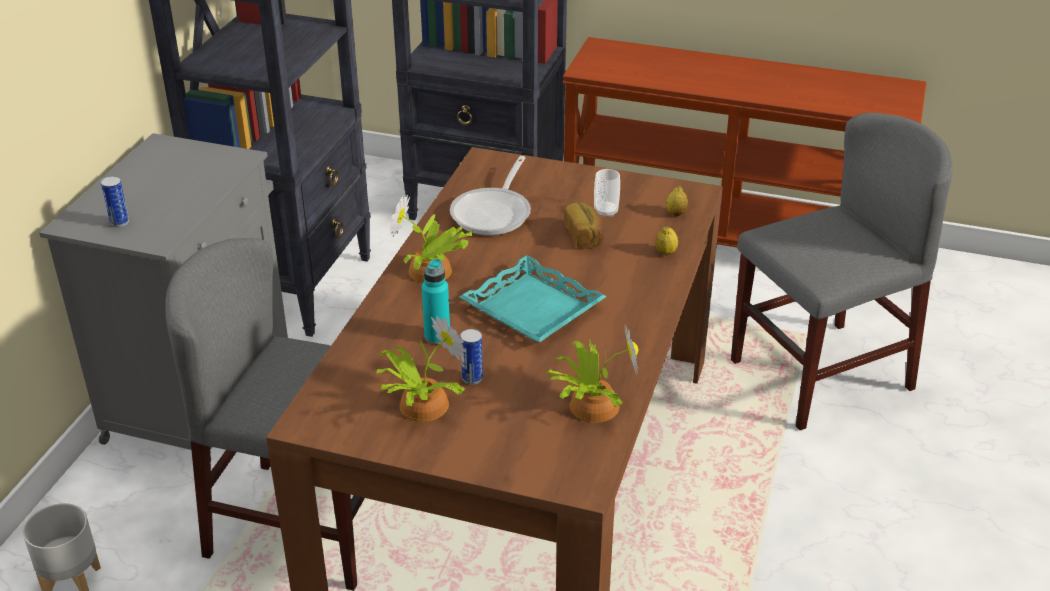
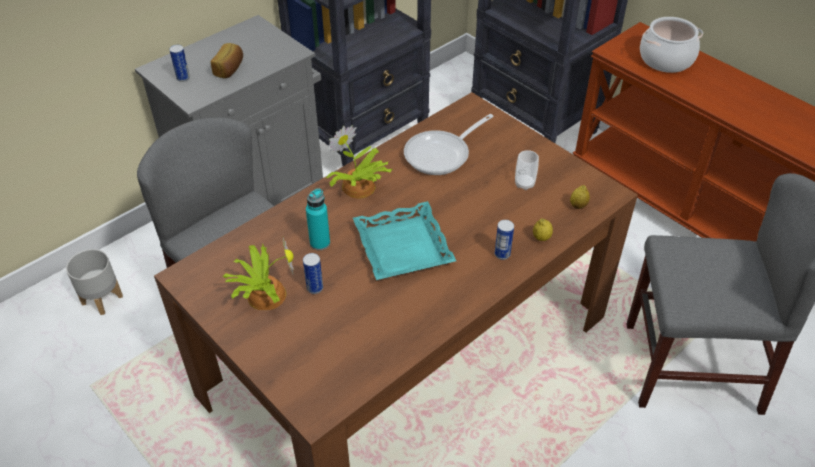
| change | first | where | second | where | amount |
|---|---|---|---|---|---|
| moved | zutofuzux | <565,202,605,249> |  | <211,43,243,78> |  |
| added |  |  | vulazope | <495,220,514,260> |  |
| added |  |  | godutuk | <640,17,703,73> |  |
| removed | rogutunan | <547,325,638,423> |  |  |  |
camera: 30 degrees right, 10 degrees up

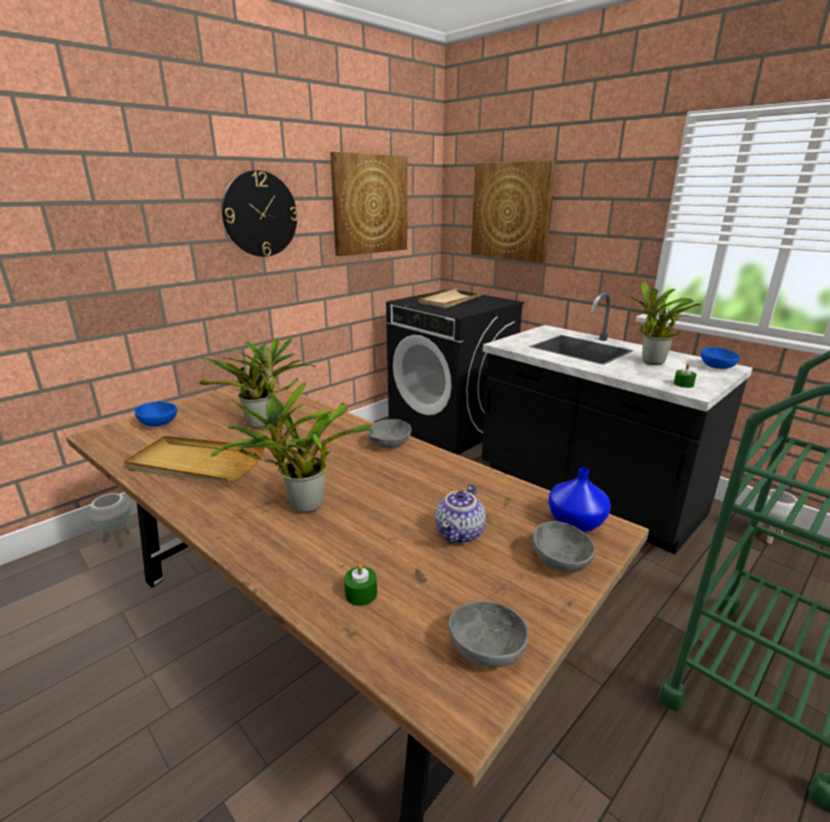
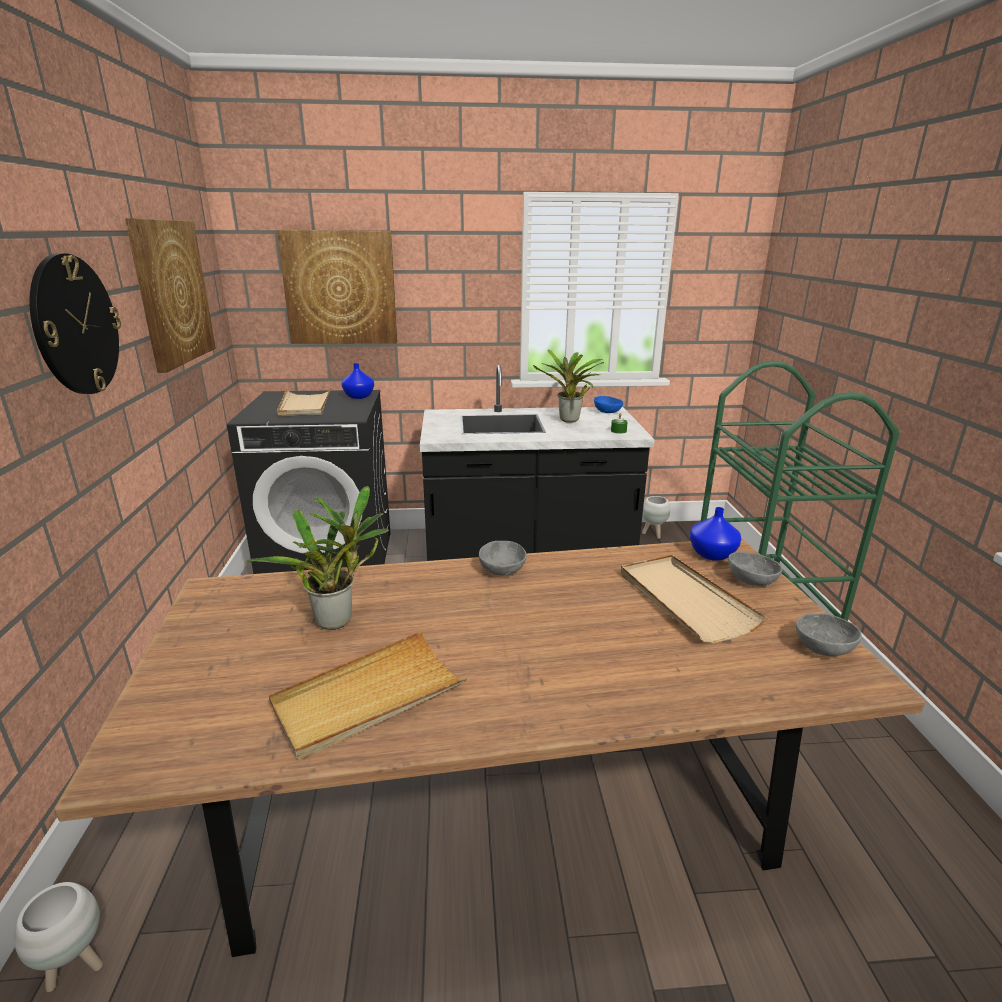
| change | first | where | second | where | amount |
|---|---|---|---|---|---|
| added |  |  | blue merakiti | <341,363,374,399> |  |
| replaced | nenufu | <435,484,486,544> | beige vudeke | <621,555,767,643> |  |
| removed | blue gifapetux | <134,402,177,427> |  |  |  |
| removed | rogutunan | <211,382,373,513> |  |  |  |
| removed | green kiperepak | <344,563,377,606> |  |  |  |
camera: 50 degrees left, 0 degrees up

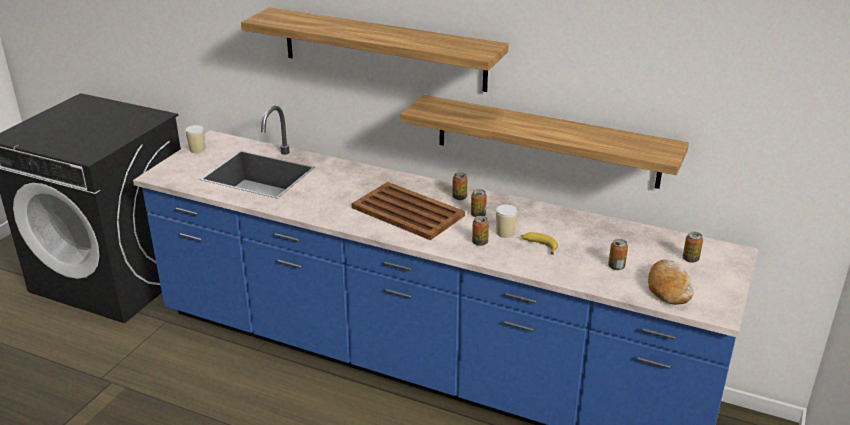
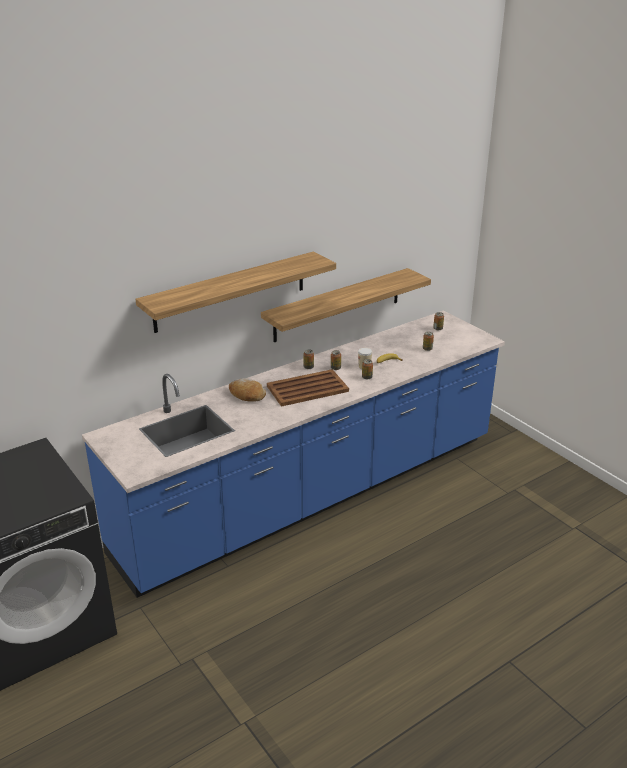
| change | first | where | second | where | amount |
|---|---|---|---|---|---|
| moved | zutofuzux | <648,260,694,305> |  | <229,378,266,402> |  |
| removed | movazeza | <185,125,205,153> |  |  |  |
camera: 60 degrees left, 0 degrees up

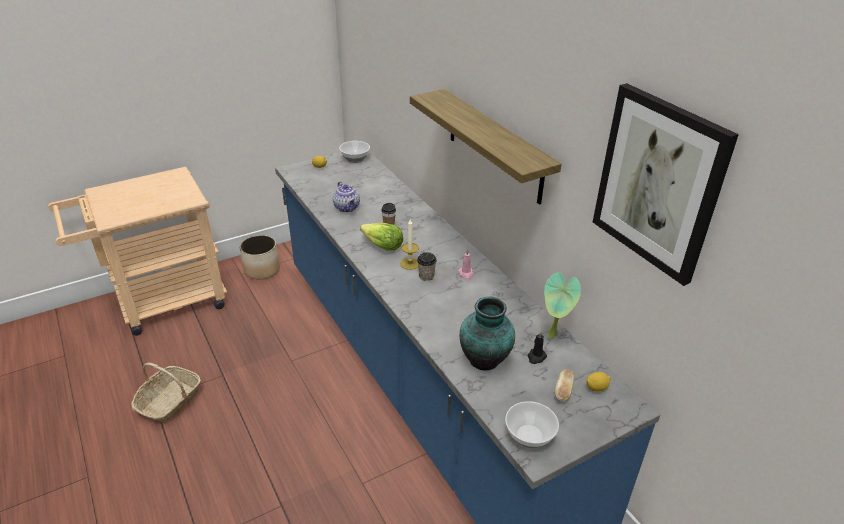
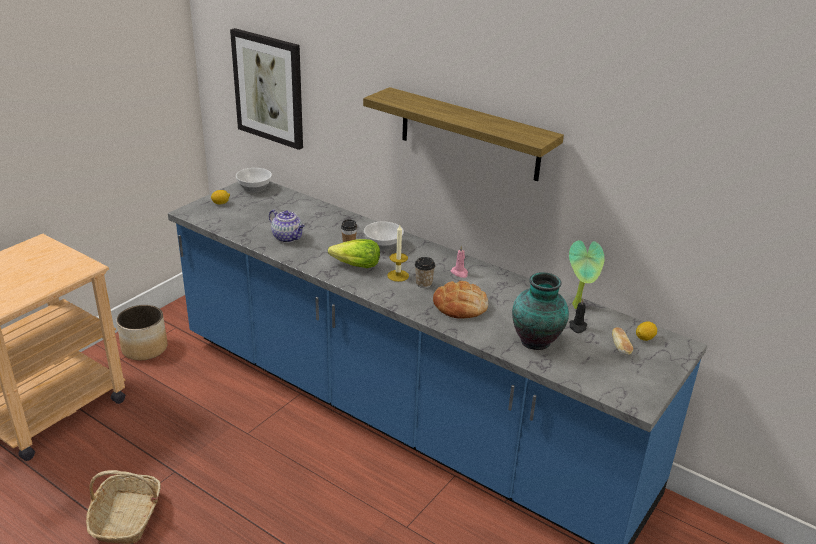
| change | first | where | second | where | amount |
|---|---|---|---|---|---|
| moved | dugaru | <593,83,739,286> |  | <230,28,303,150> |  |
| moved | gifapetux | <505,401,559,448> |  | <364,222,404,251> |  |
| added |  |  | zutofuzux | <433,281,488,319> |  |
camera: 25 degrees left, 5 degrees down

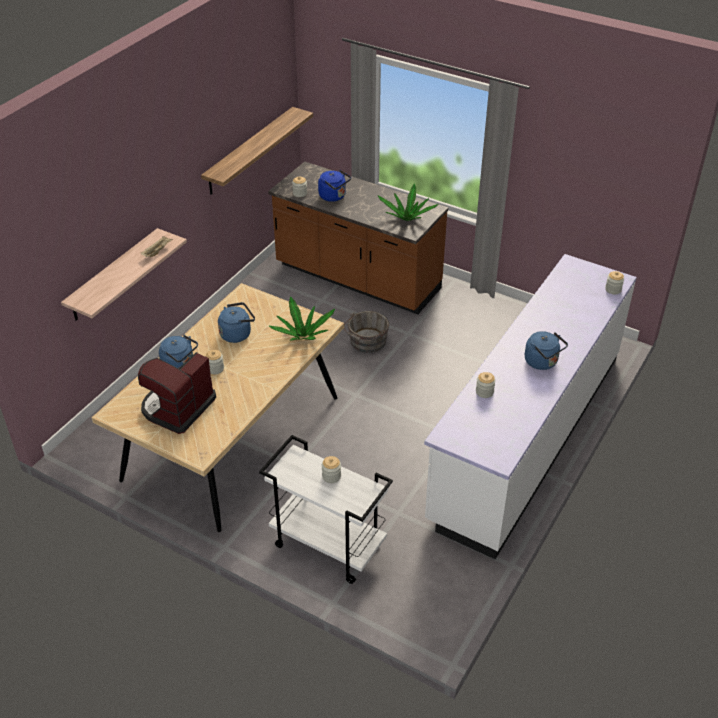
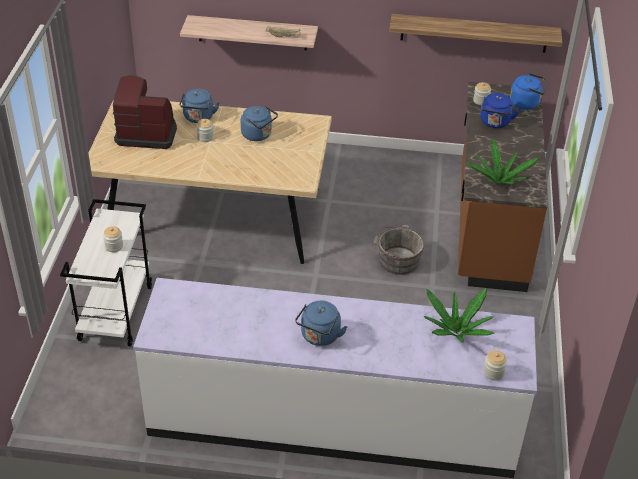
| change | first | where | second | where | amount |
|---|---|---|---|---|---|
| moved | rogutunan | <269,296,335,340> |  | <423,288,494,343> |  |
| added |  |  | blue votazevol | <510,73,546,110> |  |
| removed | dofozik | <476,372,495,398> |  |  |  |
camera: 65 degrees right, 0 degrees up

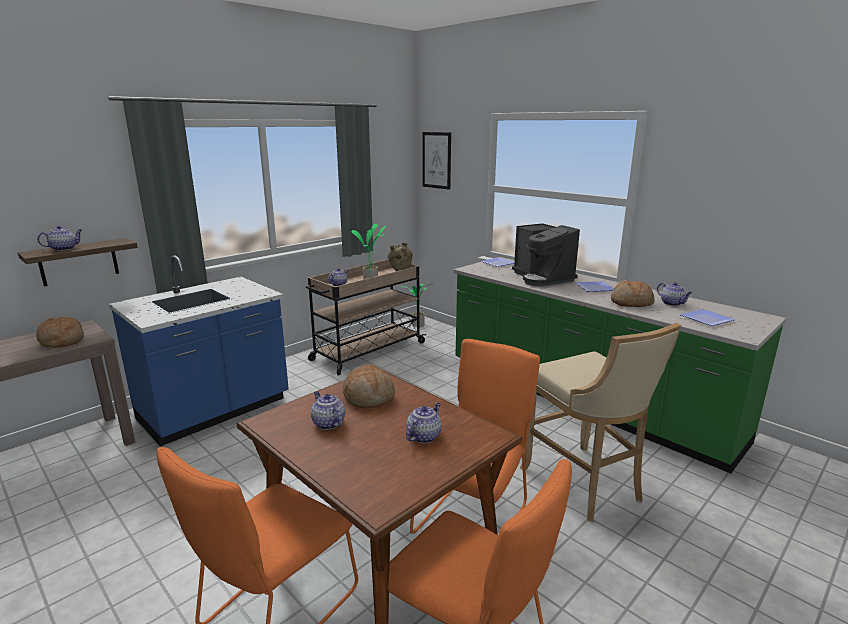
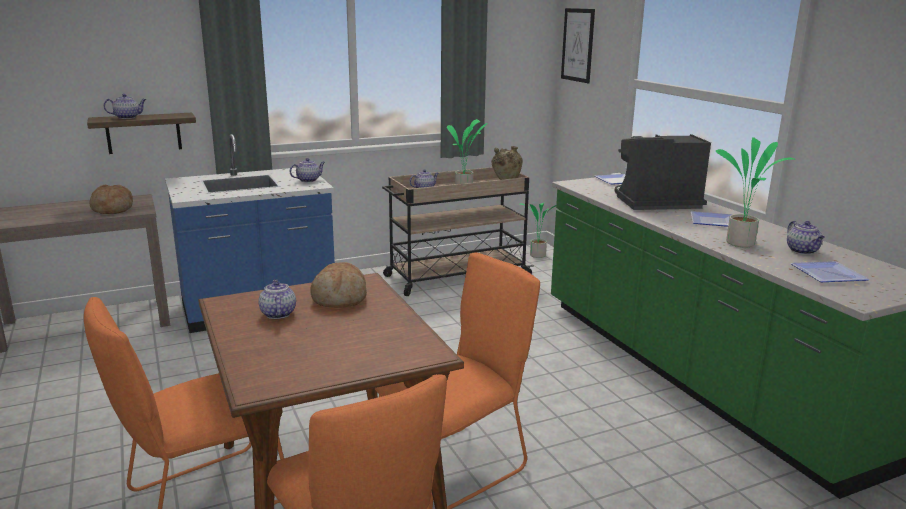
| change | first | where | second | where | amount |
|---|---|---|---|---|---|
| moved | nenufu | <406,403,442,443> |  | <290,158,325,182> |  |
| turned | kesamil | <512,223,580,286> |  | <615,134,711,210> | 90 degrees clockwise |
| replaced | zutofuzux | <611,280,655,307> | rogutunan | <716,137,796,248> |  |
| removed | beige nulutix | <520,323,682,522> |  |  |  |
camera: 20 degrees right, 0 degrees up

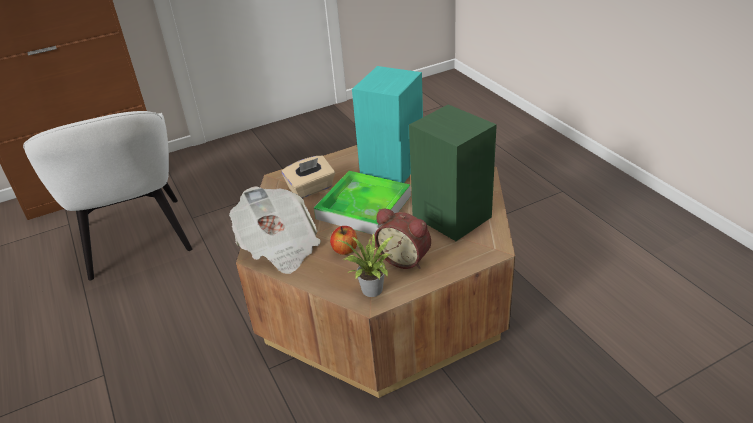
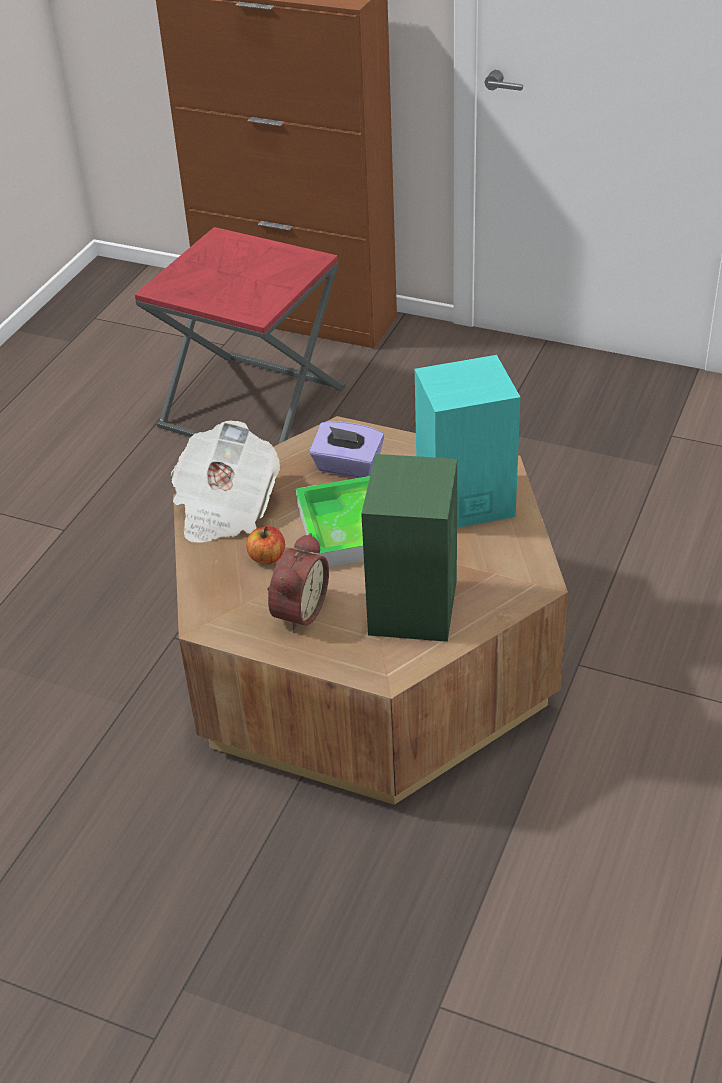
| change | first | where | second | where | amount |
|---|---|---|---|---|---|
| replaced | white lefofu | <23,111,192,281> | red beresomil | <135,227,345,444> |  |
| turned | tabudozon | <375,209,431,269> |  | <267,533,329,633> | 150 degrees counterclockwise |
| recoloured | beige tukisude | <282,156,335,198> | purple tukisude | <309,421,384,478> |  |
| removed | rogutunan | <337,233,393,297> |  |  |  |
camera: 50 degrees right, 5 degrees up

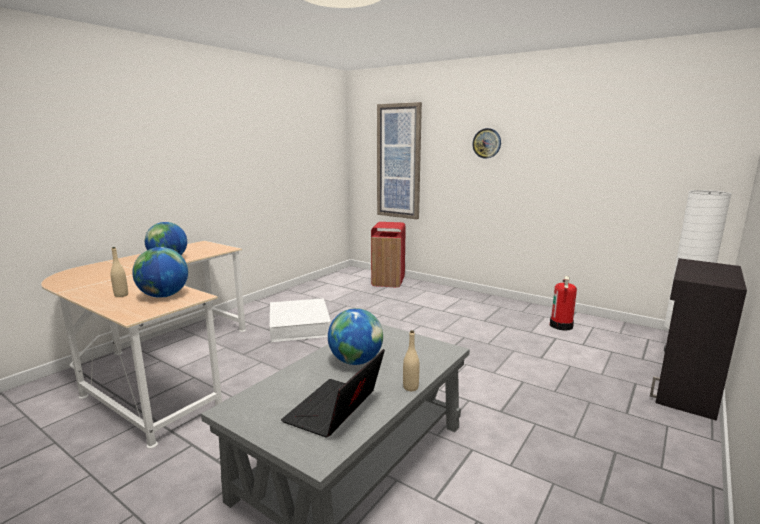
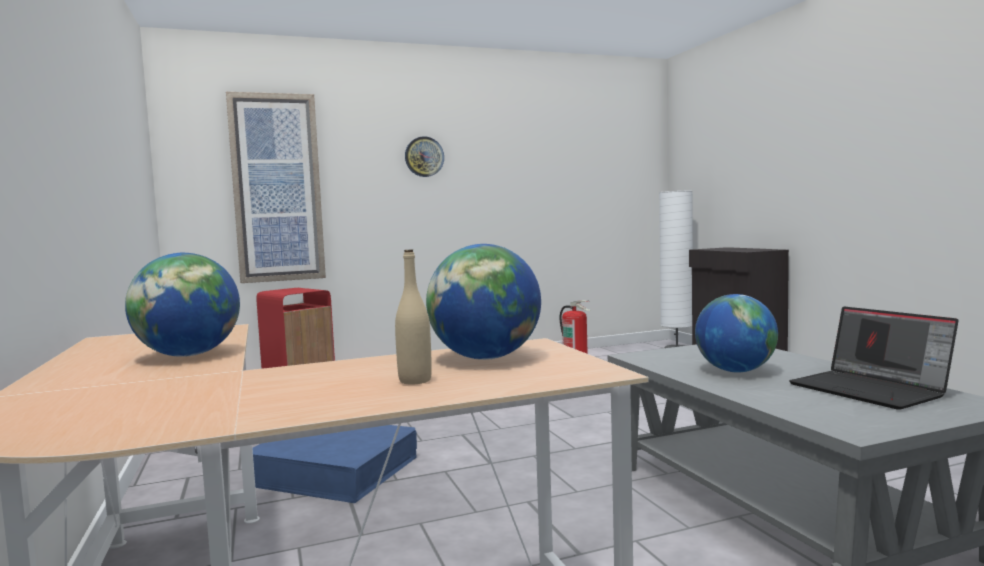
| change | first | where | second | where | amount |
|---|---|---|---|---|---|
| recoloured | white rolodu | <270,298,331,342> | blue rolodu | <252,425,417,503> |  |
| removed | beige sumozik | <403,330,420,391> |  |  |  |
camera: 55 degrees left, 10 degrees down

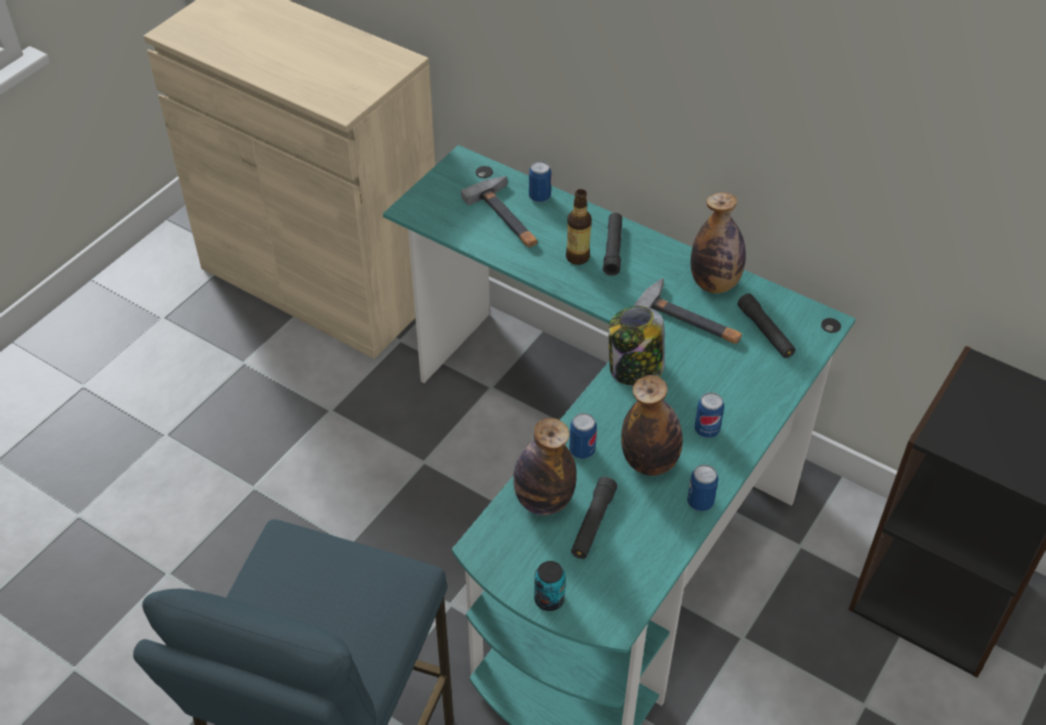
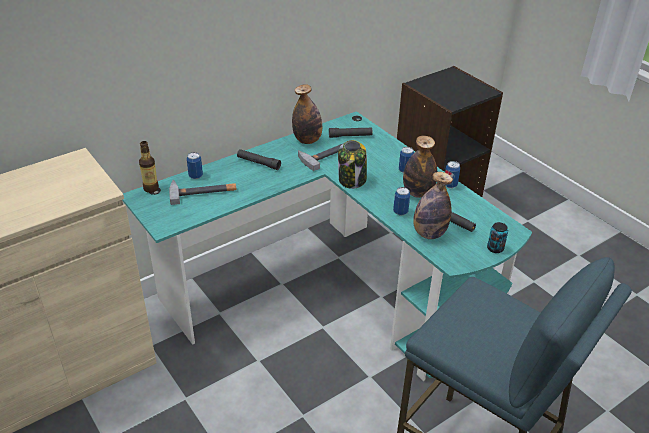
| change | first | where | second | where | amount |
|---|---|---|---|---|---|
| moved | sumozik | <566,189,592,265> |  | <139,141,159,193> |  |
camera: 70 degrees left, 10 degrees down

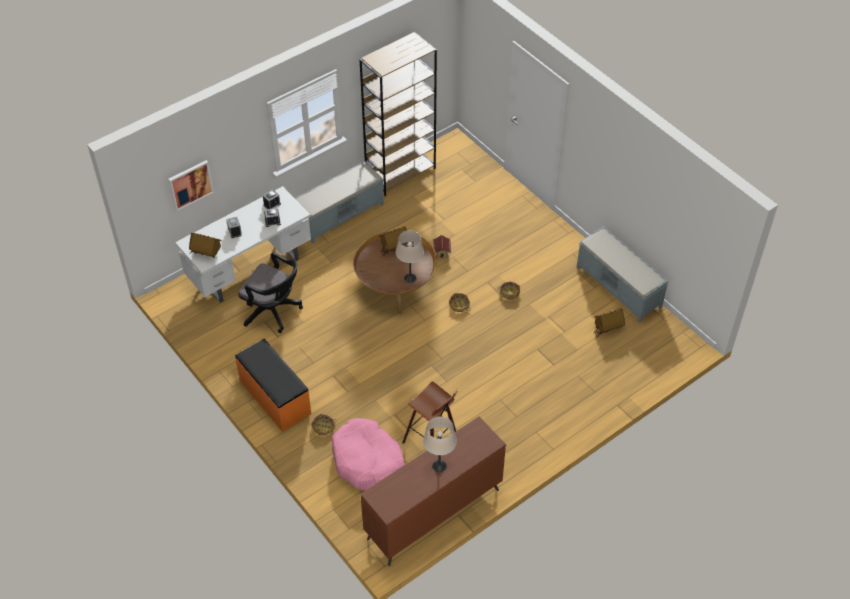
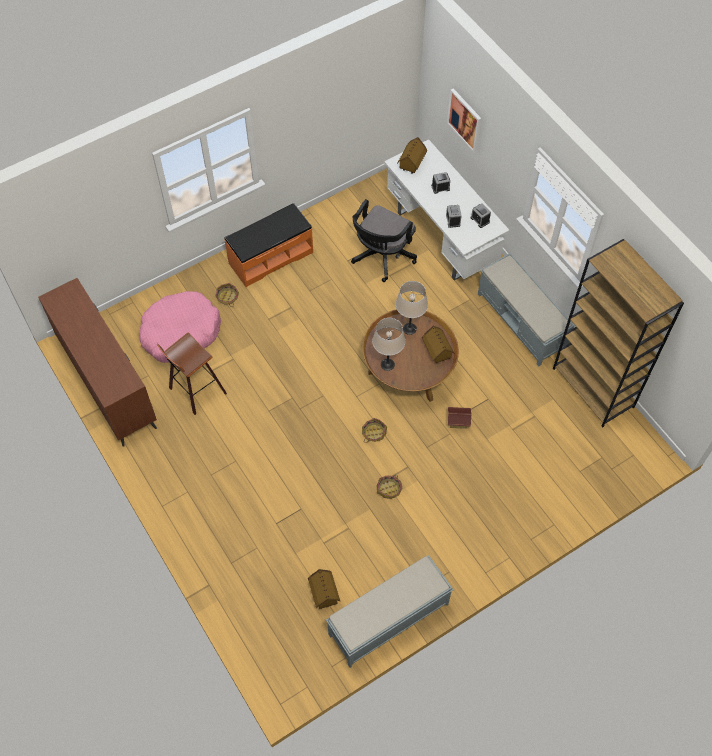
| change | first | where | second | where | amount |
|---|---|---|---|---|---|
| moved | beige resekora | <423,417,457,472> |  | <396,281,428,335> |  |
camera: 95 degrees right, 10 degrees up

